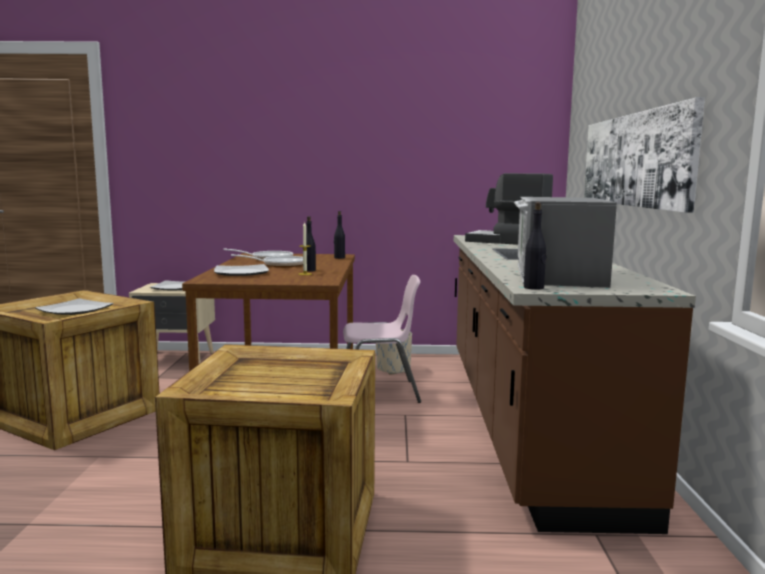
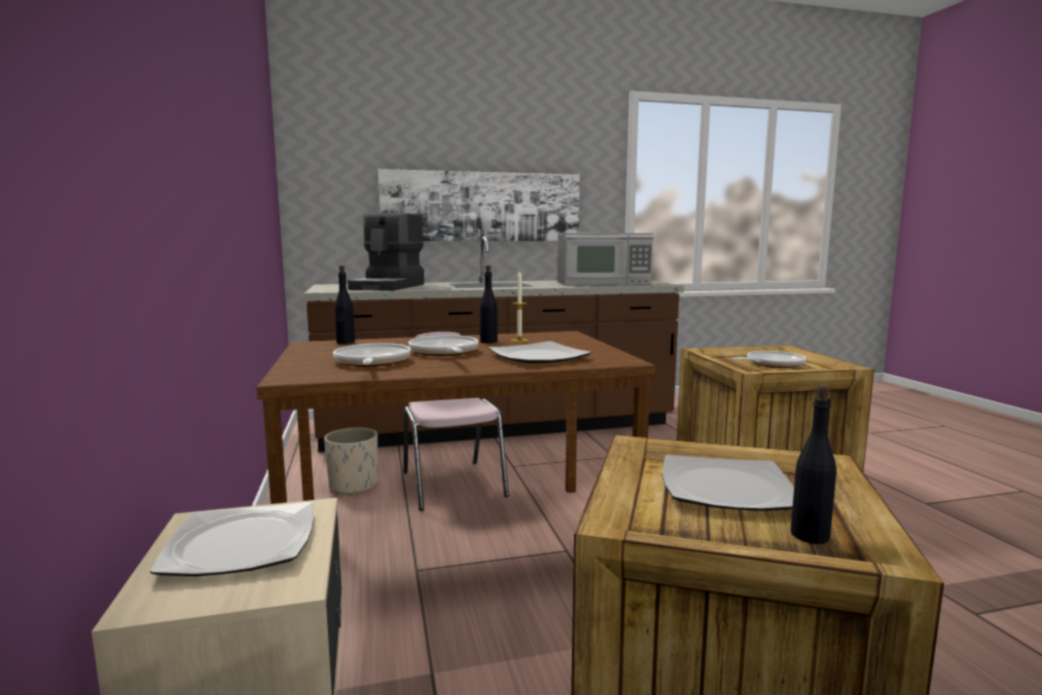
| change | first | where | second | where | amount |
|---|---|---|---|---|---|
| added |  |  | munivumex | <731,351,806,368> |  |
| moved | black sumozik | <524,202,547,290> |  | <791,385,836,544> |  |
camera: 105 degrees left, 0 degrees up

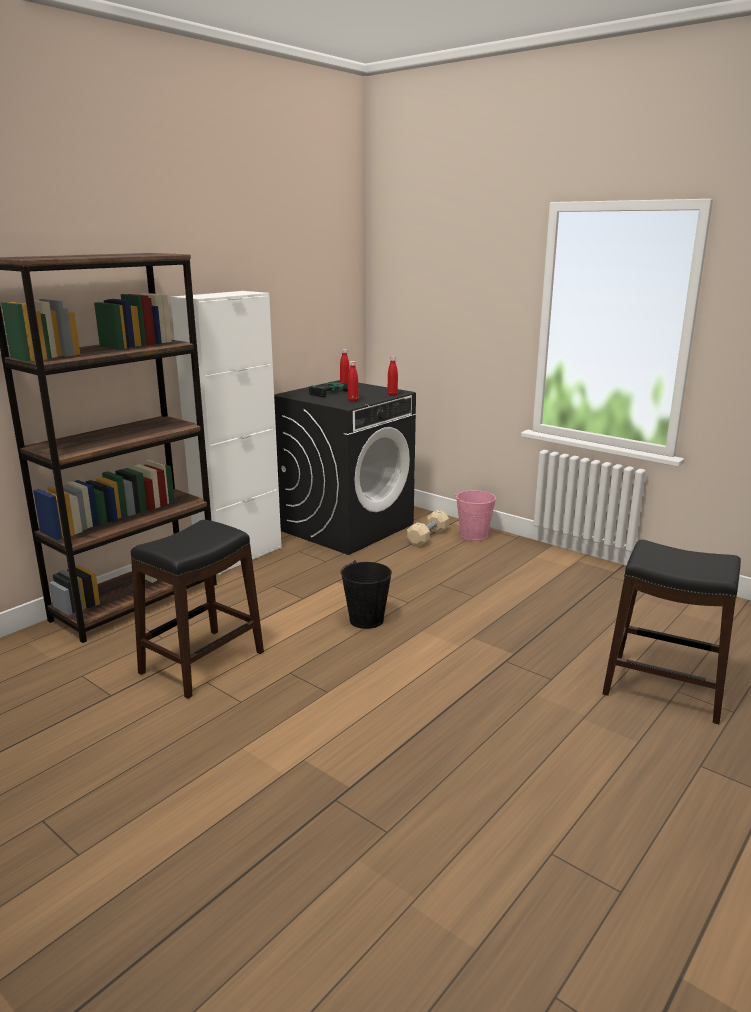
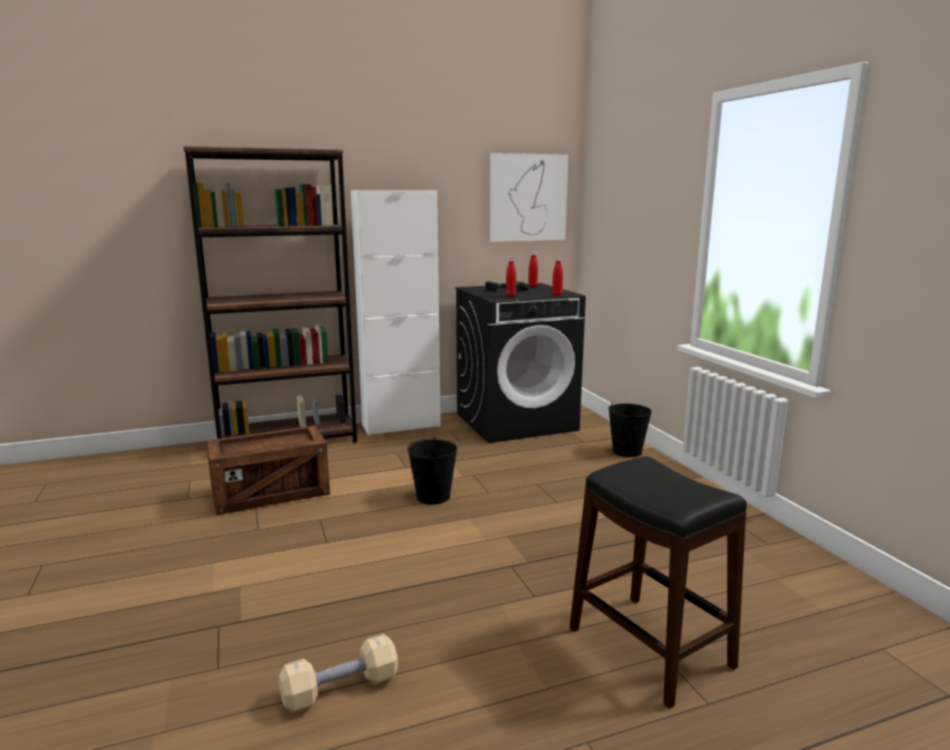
| change | first | where | second | where | amount |
|---|---|---|---|---|---|
| replaced | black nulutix | <131,520,264,699> | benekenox | <207,425,330,515> |  |
| moved | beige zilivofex | <407,510,449,546> |  | <278,634,398,713> |  |
| added |  |  | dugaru | <488,153,569,242> |  |
| recoloured | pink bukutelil | <456,490,497,541> | black bukutelil | <608,403,652,457> |  |
camera: 30 degrees right, 5 degrees down

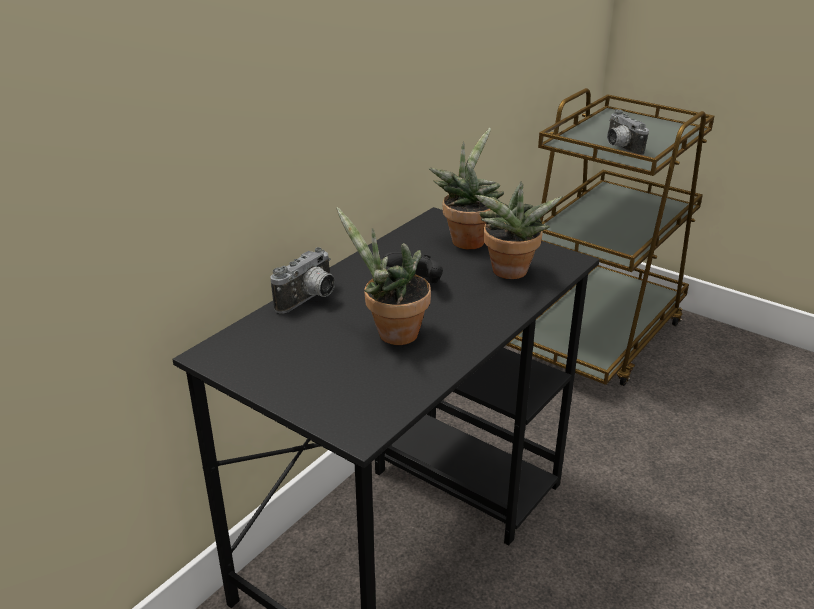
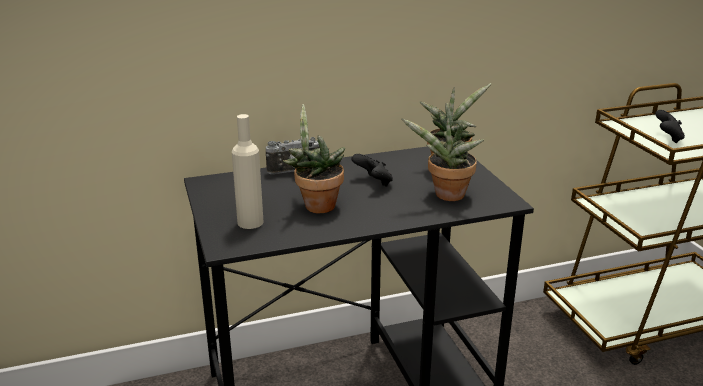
| change | first | where | second | where | amount |
|---|---|---|---|---|---|
| added |  |  | beige sumozik | <232,114,263,229> |  |
| replaced | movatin | <607,109,649,155> | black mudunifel | <655,110,685,143> |  |
camera: 35 degrees right, 5 degrees down

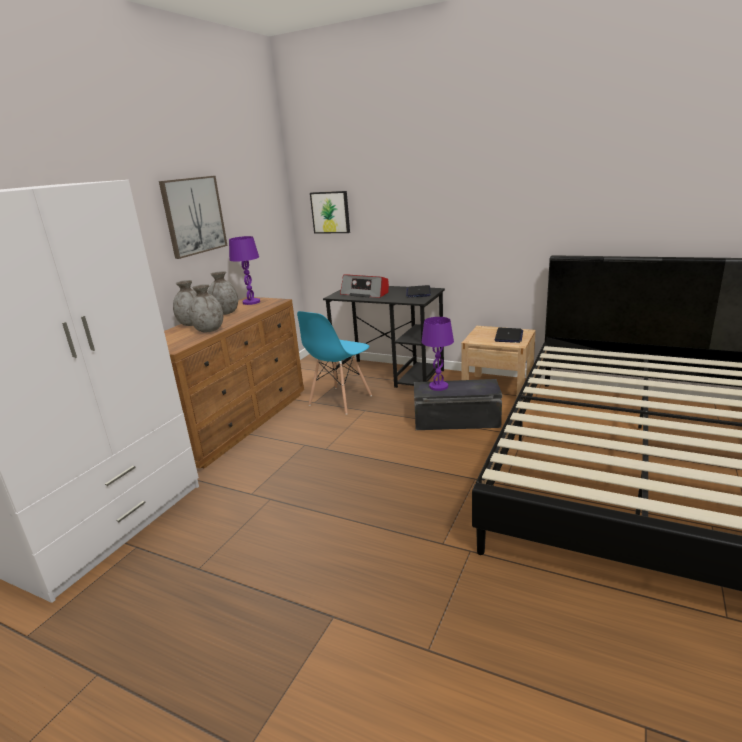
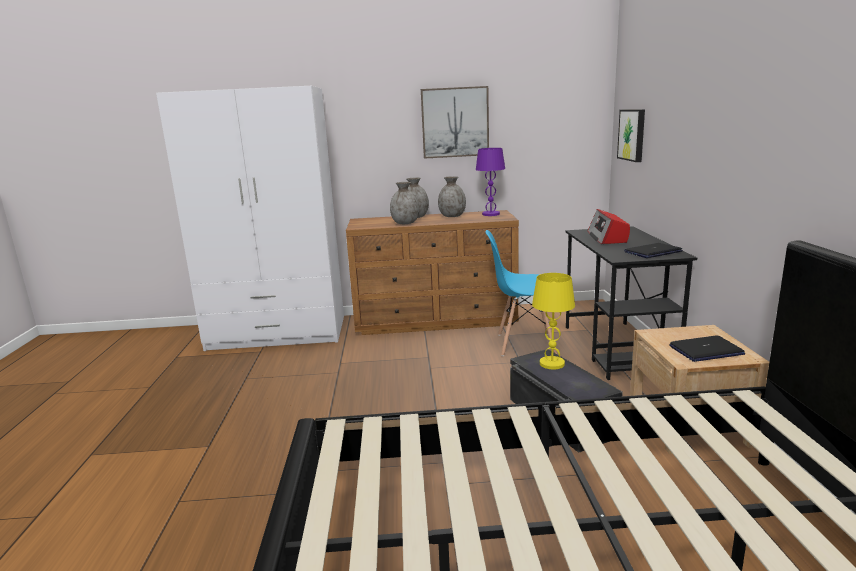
| change | first | where | second | where | amount |
|---|---|---|---|---|---|
| recoloured | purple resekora | <422,317,454,391> | yellow resekora | <532,273,575,369> |  |
camera: 60 degrees right, 5 degrees down

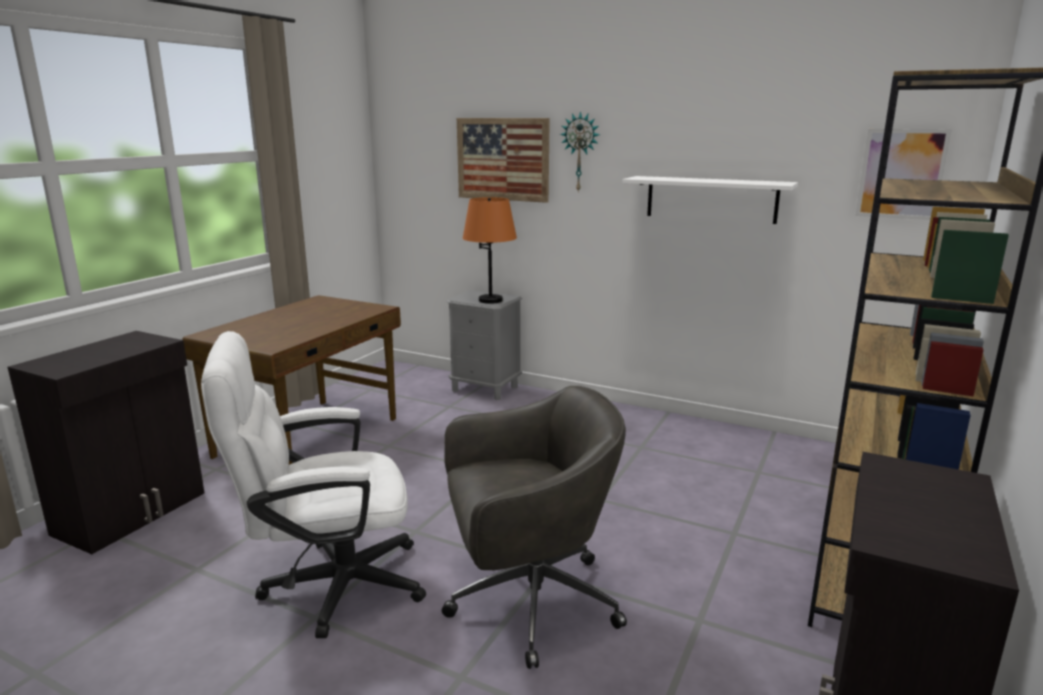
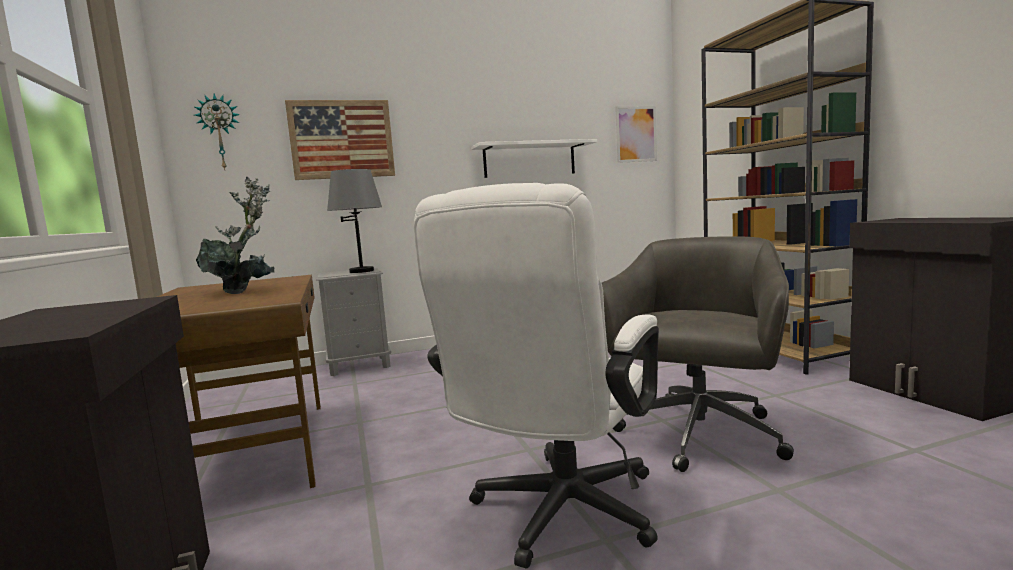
| change | first | where | second | where | amount |
|---|---|---|---|---|---|
| moved | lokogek | <560,111,600,193> |  | <193,94,240,170> |  |
| added |  |  | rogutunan | <196,177,275,294> |  |
| recoloured | orange resekora | <463,197,517,304> | grey resekora | <327,169,382,273> |  |
camera: 45 degrees left, 10 degrees down

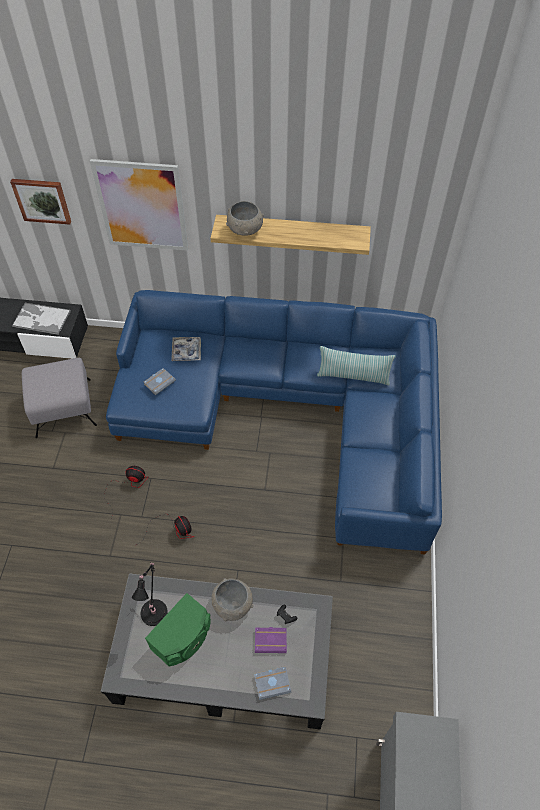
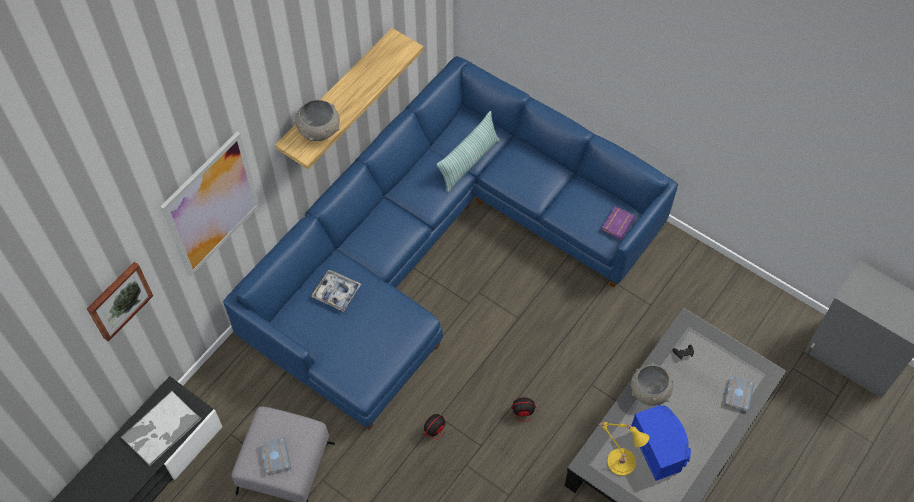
| change | first | where | second | where | amount |
|---|---|---|---|---|---|
| moved | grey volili | <144,368,176,395> |  | <260,437,291,475> |  |
| recoloured | black resekora | <132,563,168,626> | yellow resekora | <598,422,649,476> |  |
| moved | purple volili | <255,627,287,653> |  | <601,206,635,240> |  |
| recoloured | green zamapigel | <145,593,211,666> | blue zamapigel | <631,405,691,481> |  |
camera: 60 degrees left, 5 degrees up

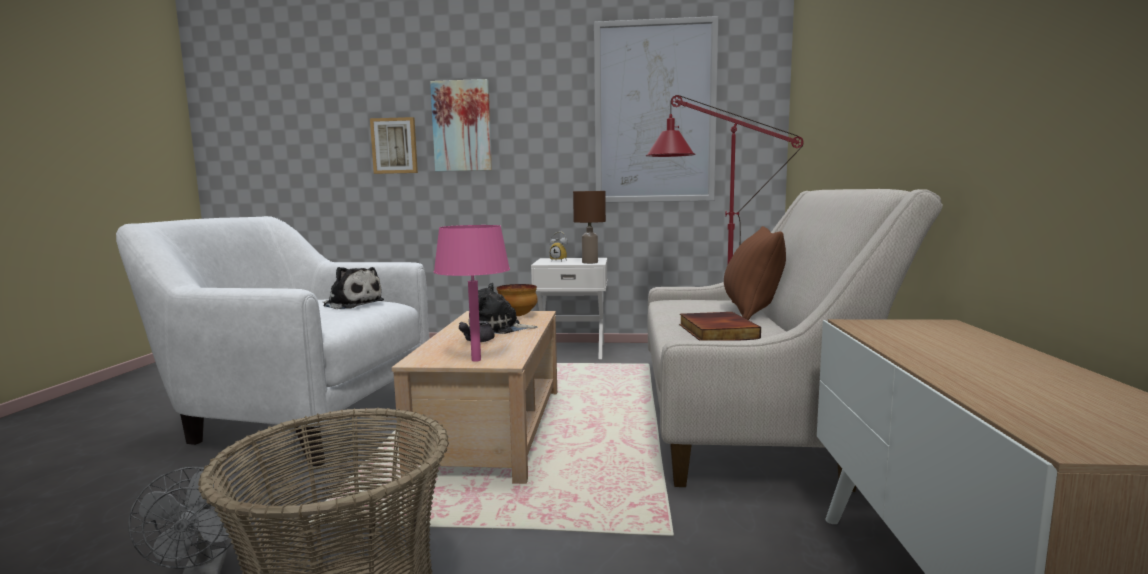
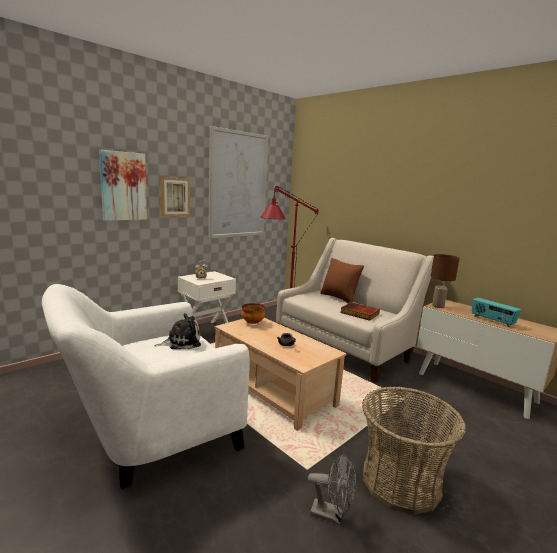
| change | first | where | second | where | amount |
|---|---|---|---|---|---|
| moved | dugaru | <370,117,418,174> |  | <160,177,190,217> |  |
| moved | brown resekora | <573,191,606,264> |  | <431,254,460,308> |  |
| added |  |  | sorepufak | <472,298,521,327> |  |
| removed | pink resekora | <434,225,510,362> |  |  |  |
| removed | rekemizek | <468,283,538,334> |  |  |  |
camera: 50 degrees left, 5 degrees up

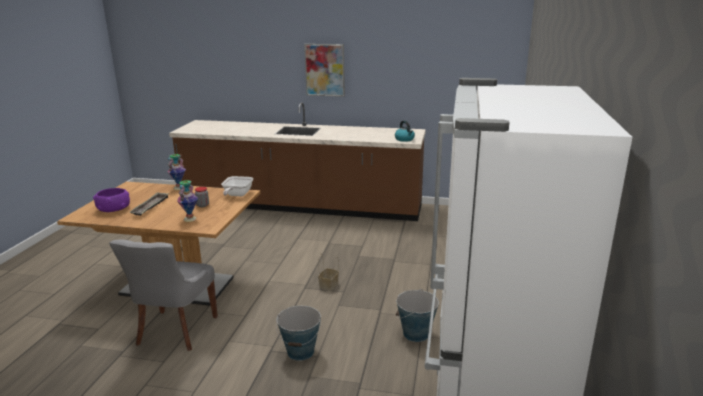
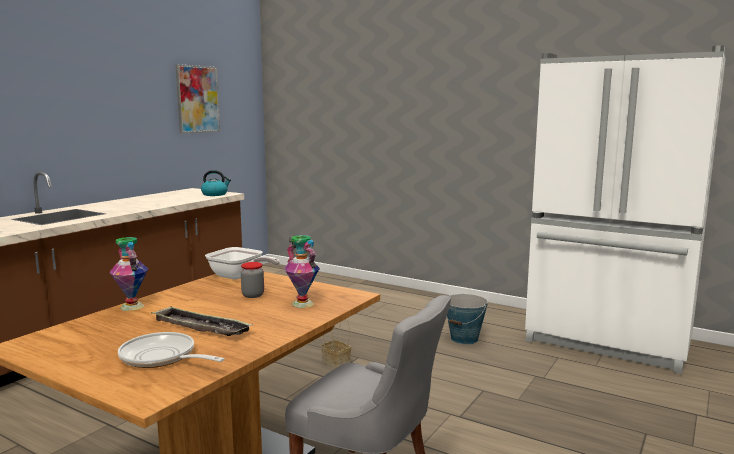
| change | first | where | second | where | amount |
|---|---|---|---|---|---|
| replaced | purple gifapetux | <93,188,130,212> | munivumex | <118,332,224,368> |  |
| moved | dugaru | <304,44,345,97> |  | <175,64,220,133> |  |
| removed | bukutelil | <276,306,321,361> |  |  |  |
camera: 70 degrees left, 10 degrees down

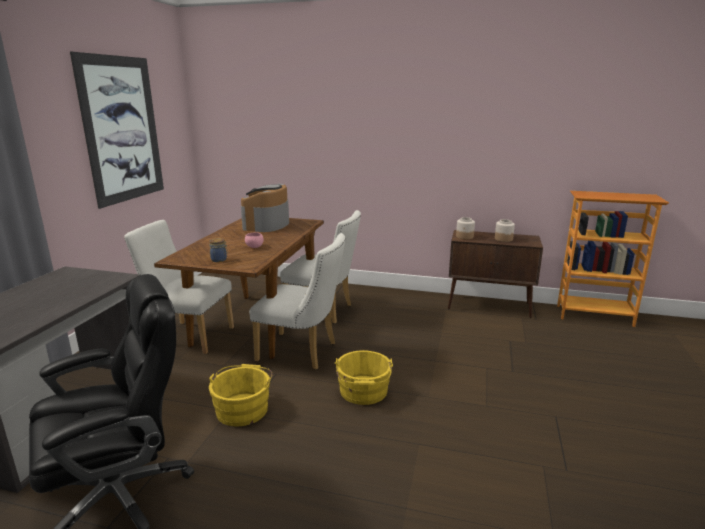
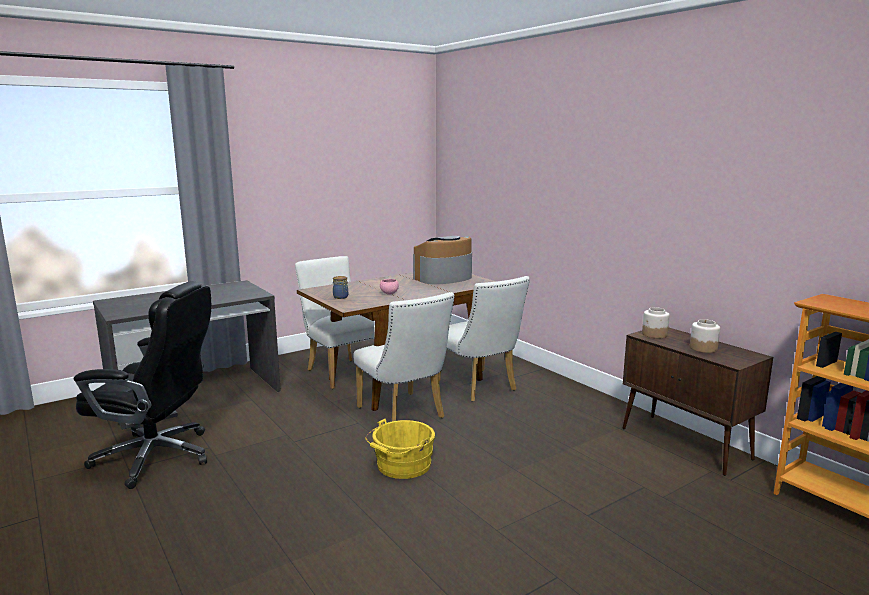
| change | first | where | second | where | amount |
|---|---|---|---|---|---|
| removed | dugaru | <70,52,164,209> |  |  |  |
| removed | yellow bukutelil | <209,364,273,427> |  |  |  |
camera: 40 degrees right, 5 degrees down

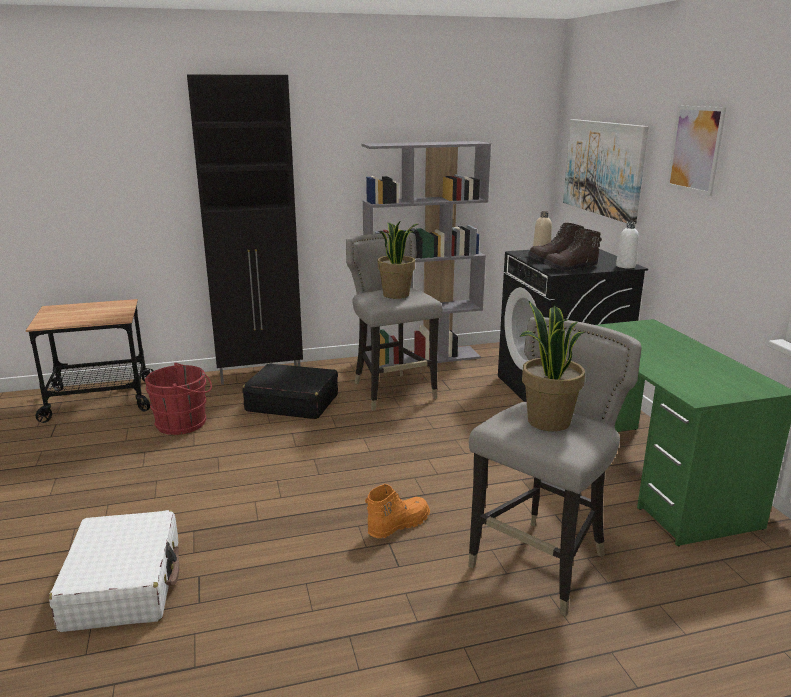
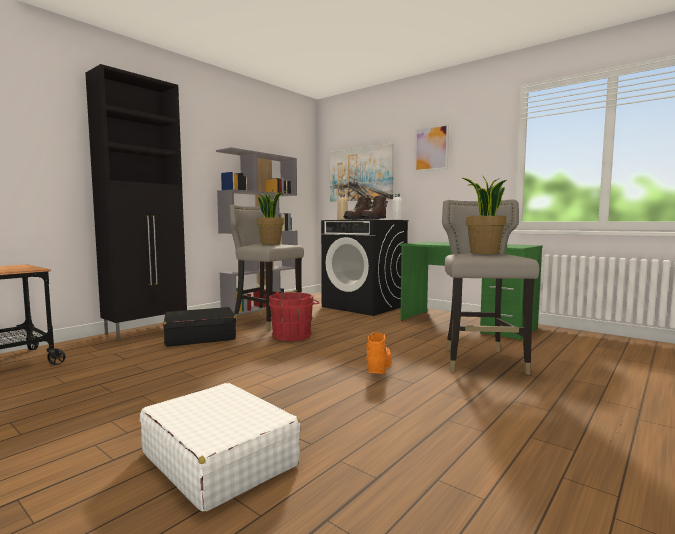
| change | first | where | second | where | amount |
|---|---|---|---|---|---|
| moved | red bukutelil | <145,363,212,435> |  | <269,291,319,341> |  |
camera: 35 degrees left, 15 degrees down

